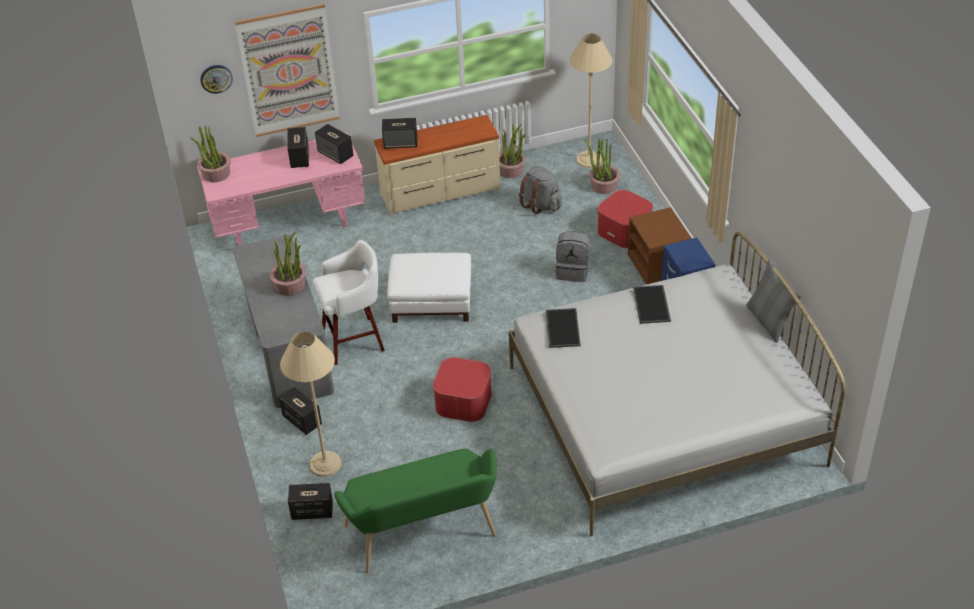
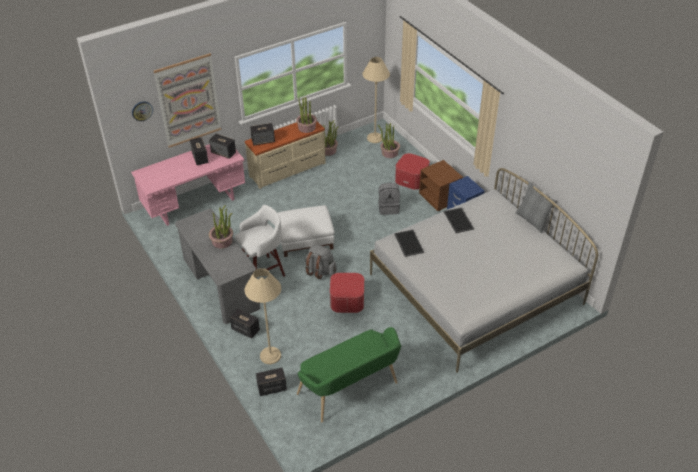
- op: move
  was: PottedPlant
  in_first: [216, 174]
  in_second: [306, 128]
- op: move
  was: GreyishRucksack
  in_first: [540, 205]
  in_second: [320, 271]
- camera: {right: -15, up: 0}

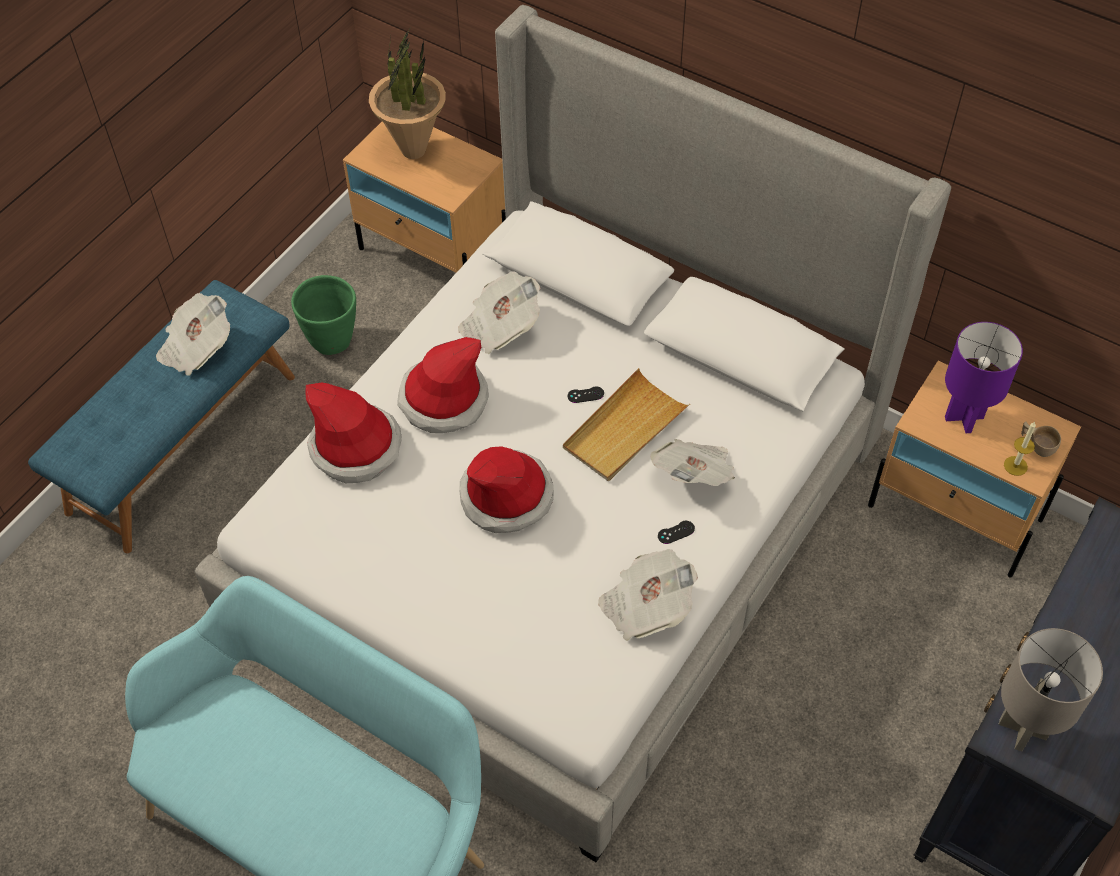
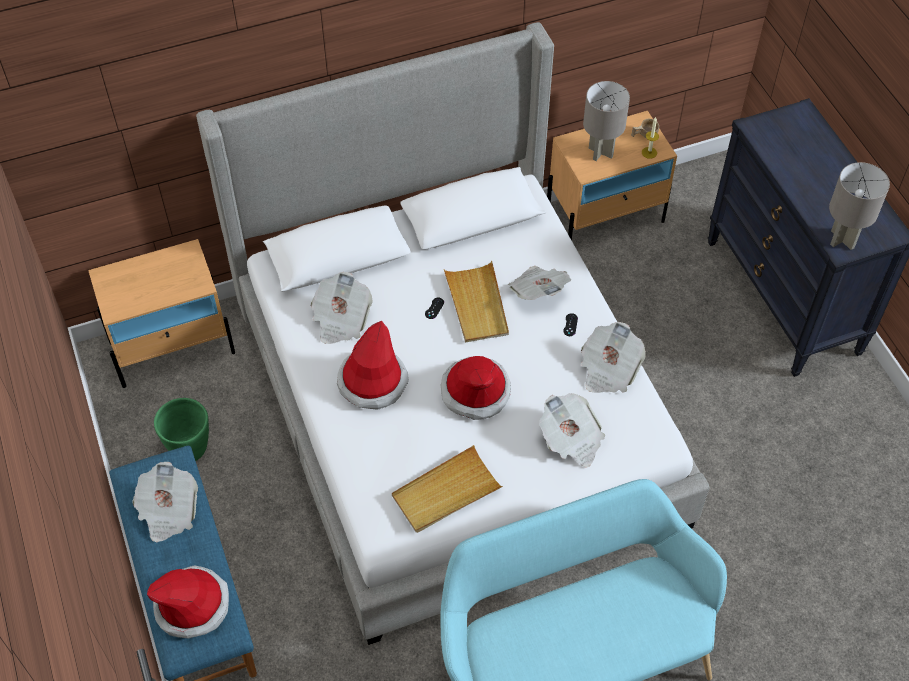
- op: move
  was: ClothingHat
  in_first: [356, 447]
  in_second: [192, 605]
- op: insert
  now: BeigeCarryingTray
  in_second: [446, 492]
- op: insert
  now: Newspaper
  in_second: [571, 440]
- op: recolor
  was: PurplishTabletopLamp
  now: GreyishTabletopLamp
  in_first: [964, 417]
  in_second: [600, 152]
- op: delete
  was: PottedPlant
  in_first: [413, 150]
- camera: {right: -55, up: 0}

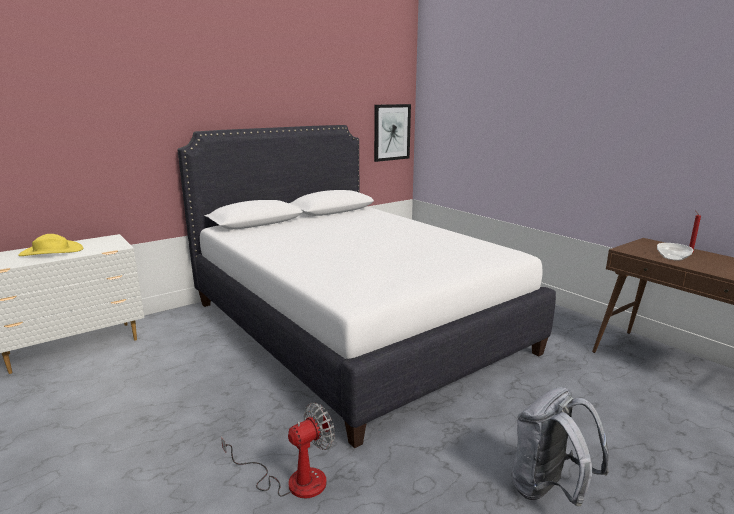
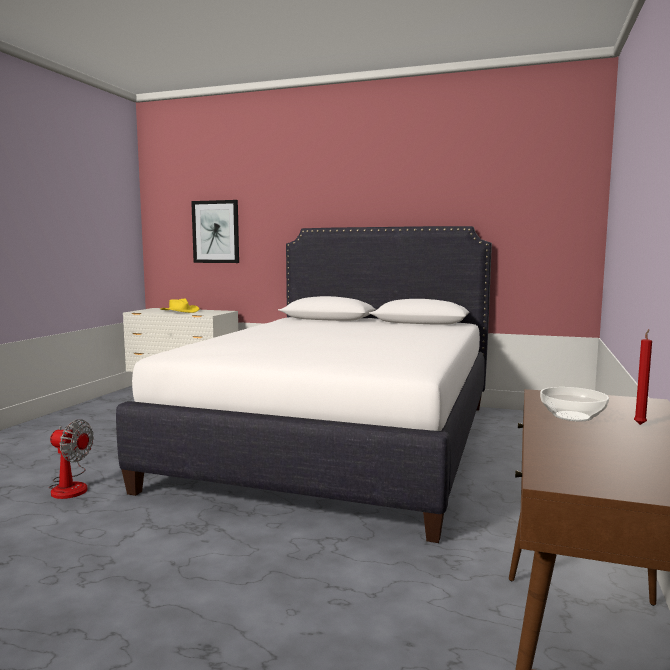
- op: move
  was: WallPicture
  in_first: [391, 132]
  in_second: [216, 232]
- op: delete
  was: GreyishRucksack
  in_first: [549, 490]
- camera: {right: 55, up: -10}

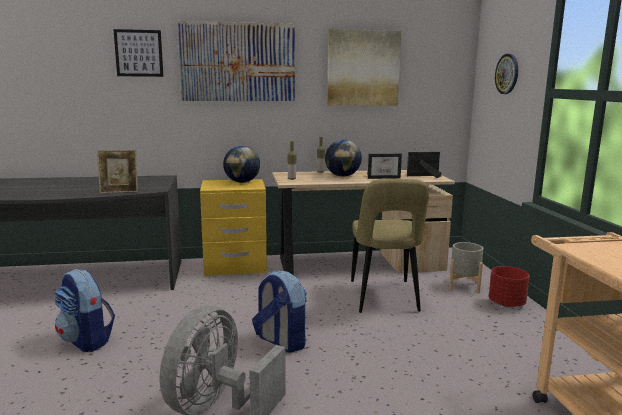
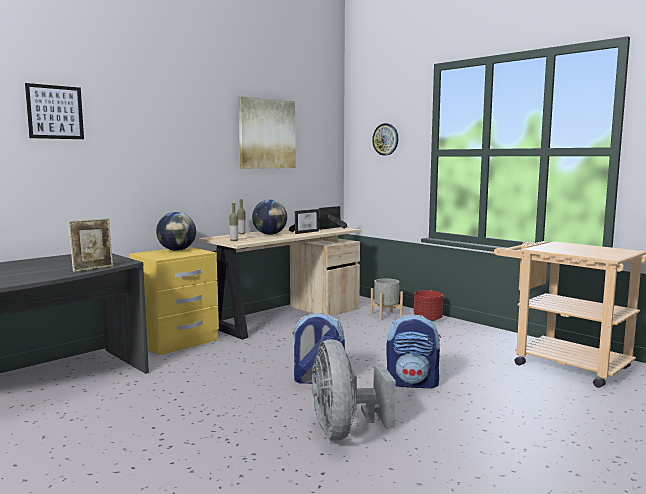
- op: move
  was: Rucksack
  in_first: [86, 341]
  in_second: [412, 383]
- op: delete
  was: WallPicture
  in_first: [238, 62]
- op: delete
  was: BeigePlainChair
  in_first: [384, 298]
- camera: {right: -35, up: -5}

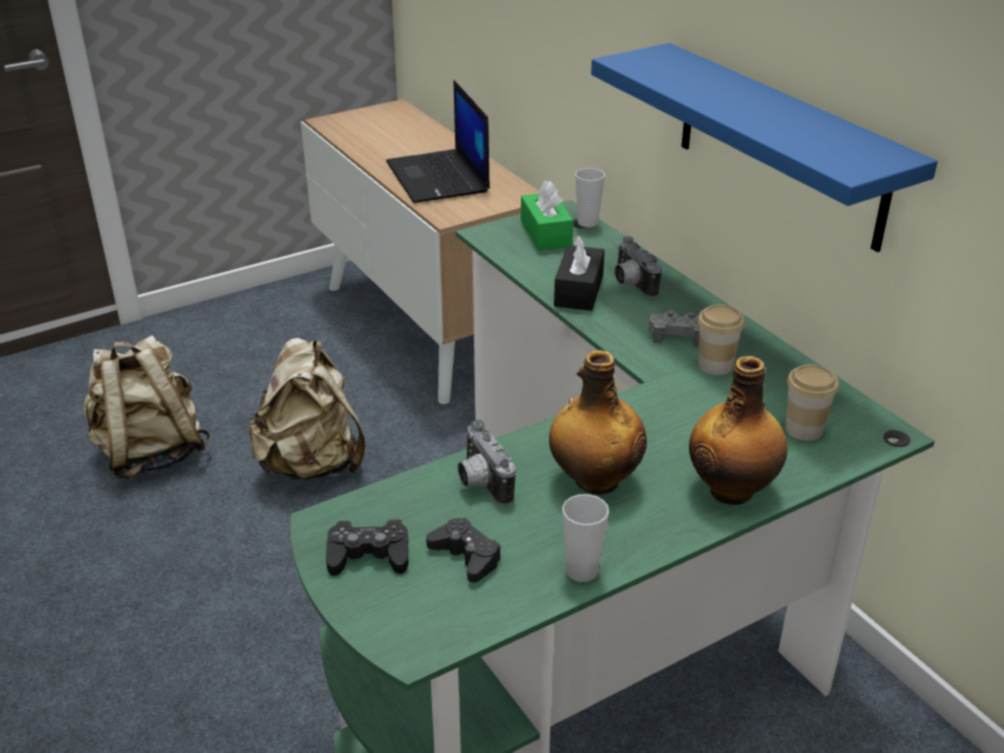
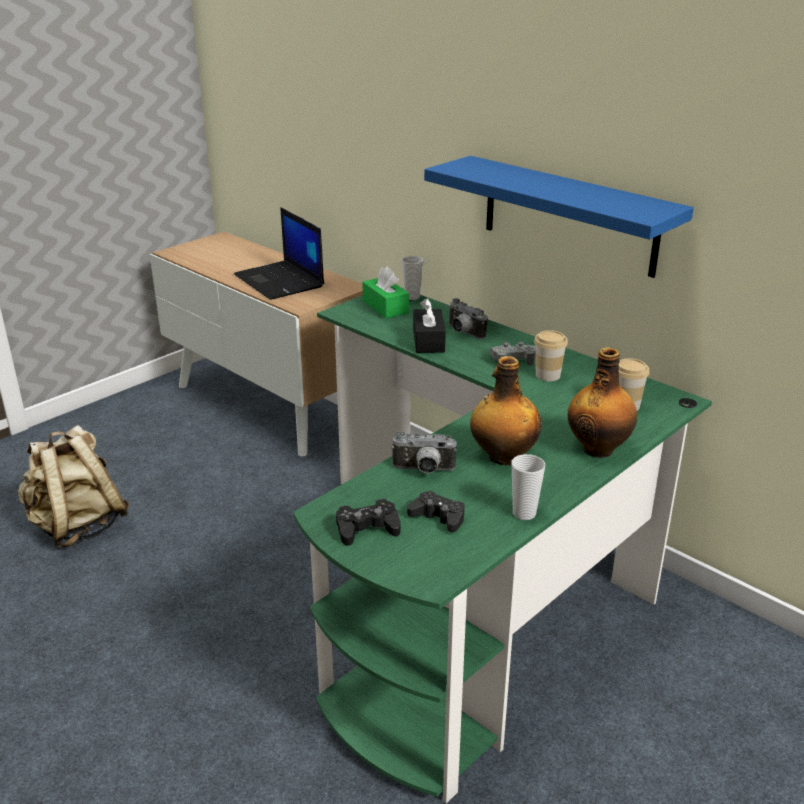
- op: rotate
  was: PhotoCamera
  in_first: [480, 483]
  in_second: [423, 470]
  clockwise: -45
- op: delete
  was: BeigeRucksack
  in_first: [312, 464]
- camera: {right: -15, up: -5}

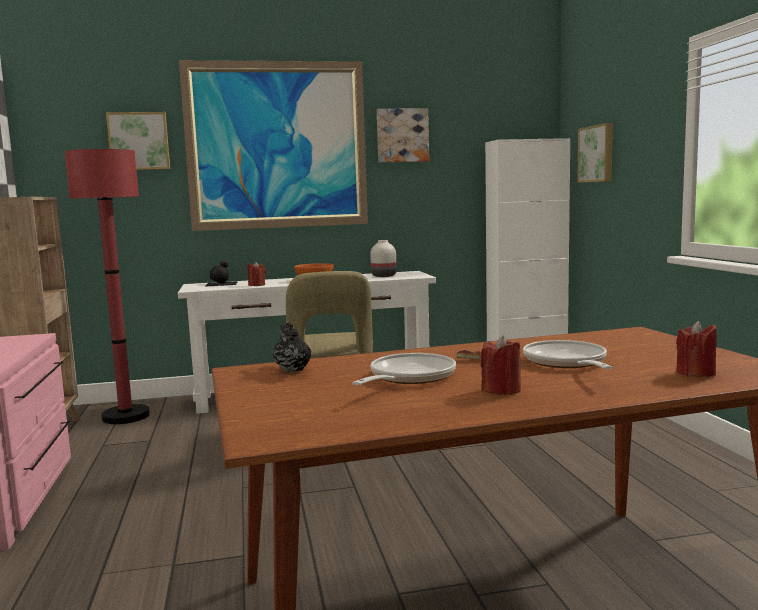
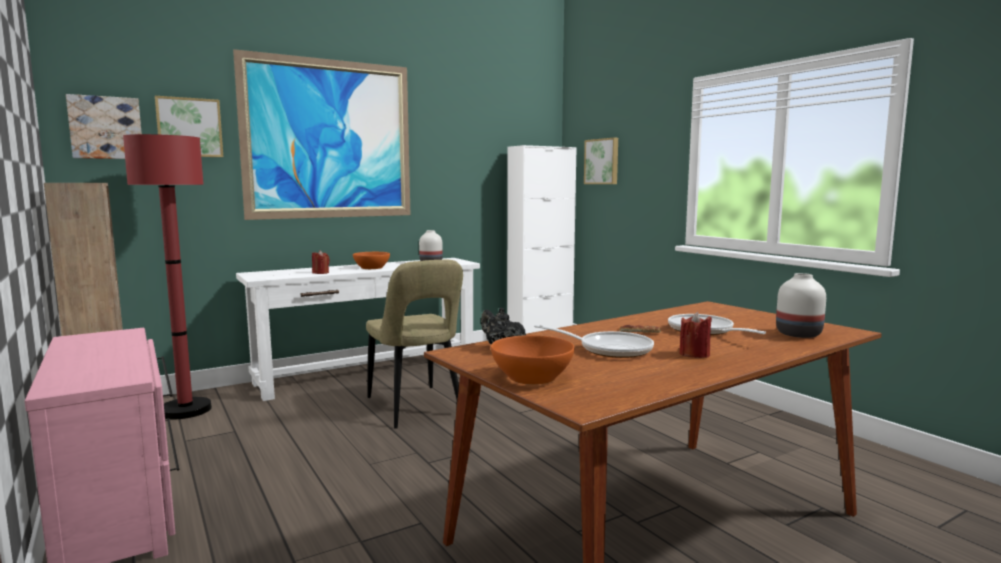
- op: move
  was: WallPicture
  in_first: [402, 135]
  in_second: [106, 128]
- op: insert
  now: OrangeColouredBowl
  in_second: [532, 377]
- op: rotate
  was: FryingPan
  in_first: [408, 378]
  in_second: [609, 349]
  clockwise: 105
- op: replace
  was: RedCandle
  now: WhiteColouredFlowerVase
  in_first: [695, 373]
  in_second: [798, 334]
- op: delete
  was: BlackBottle
  in_first: [222, 283]
- camera: {right: -20, up: 0}

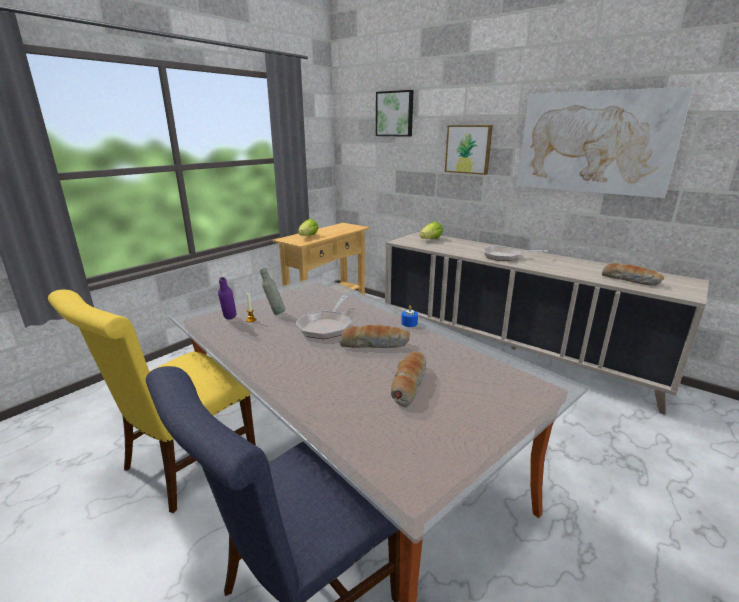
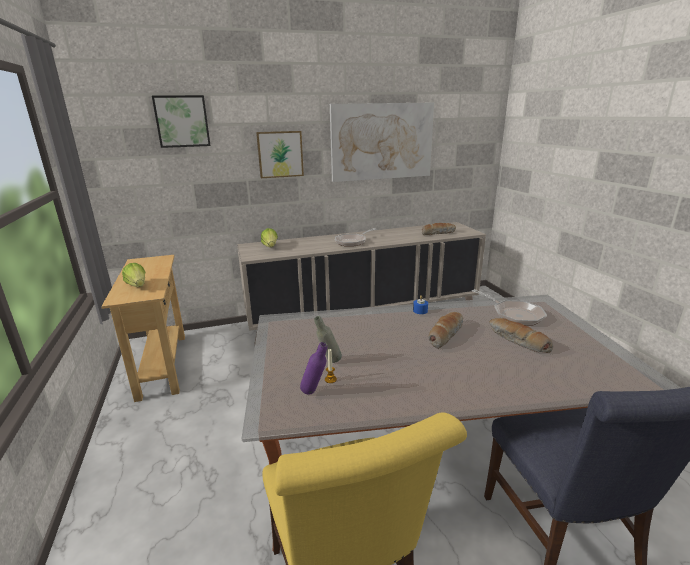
- op: move
  was: FryingPan
  in_first: [326, 326]
  in_second: [514, 314]
- camera: {right: -55, up: 0}

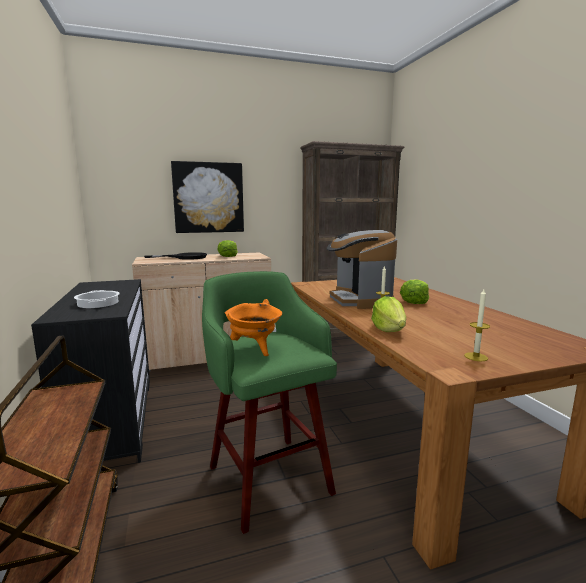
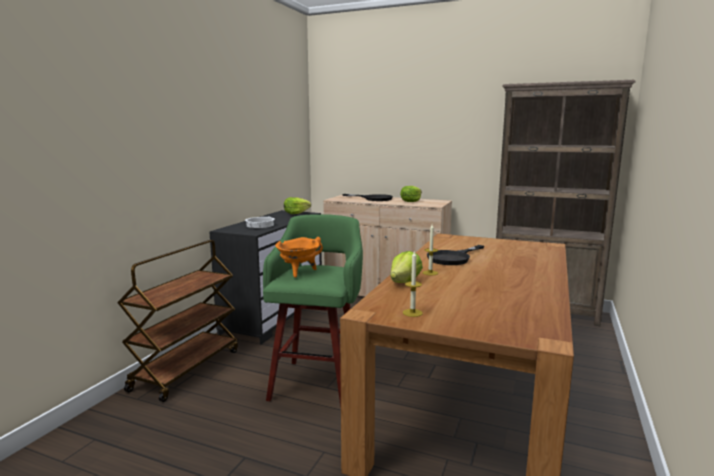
- op: move
  was: Lettuce
  in_first: [414, 301]
  in_second: [296, 213]
- op: replace
  was: CoffeeBrewer
  now: BlackFryingPan
  in_first: [360, 300]
  in_second: [453, 258]
- op: delete
  was: WallPicture
  in_first: [208, 198]
- camera: {right: 40, up: 0}

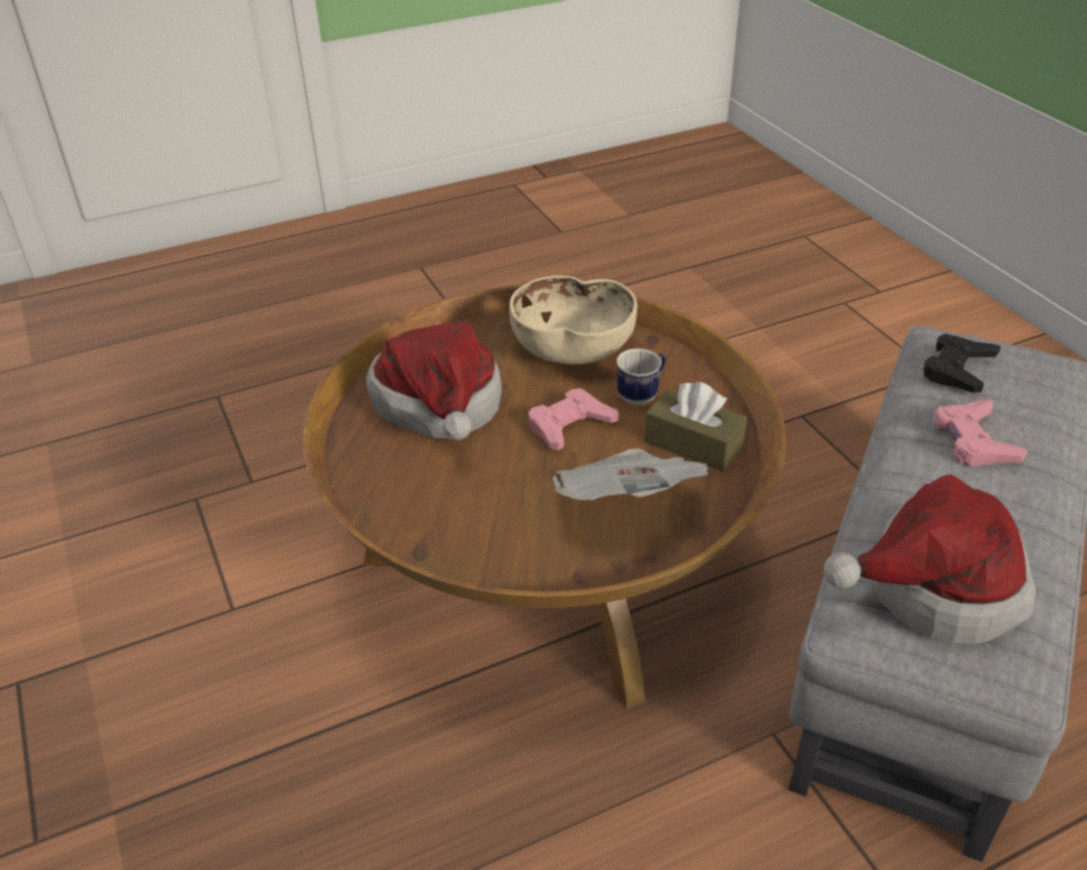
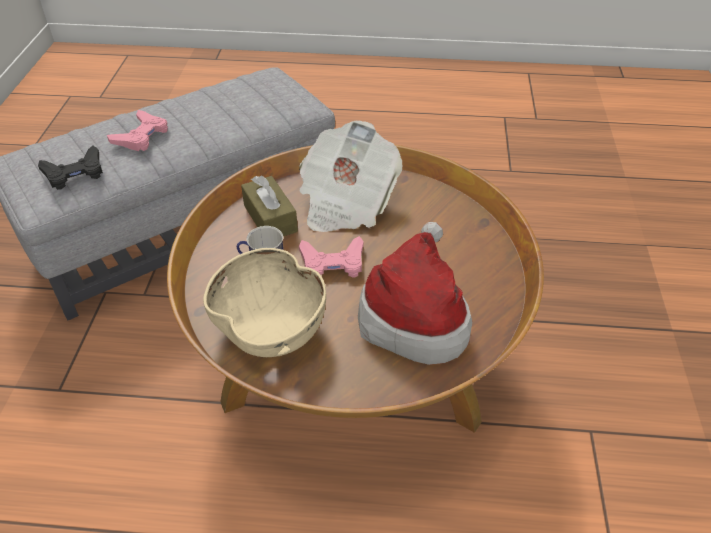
- op: delete
  was: ClothingHat
  in_first: [933, 587]
- camera: {right: -150, up: 5}

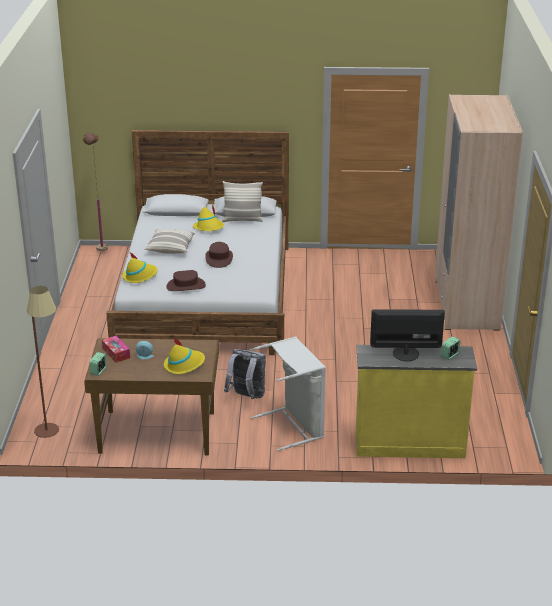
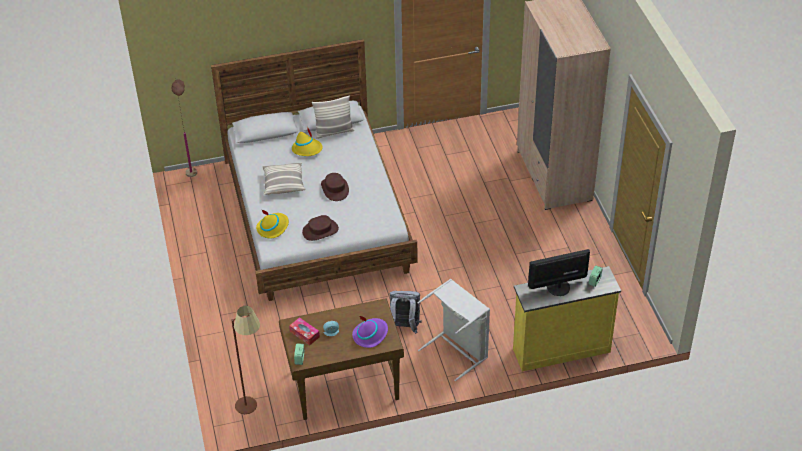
- op: recolor
  was: YellowColouredClothingHat
  now: PurplishClothingHat
  in_first: [184, 365]
  in_second: [370, 334]
- camera: {right: -15, up: 15}

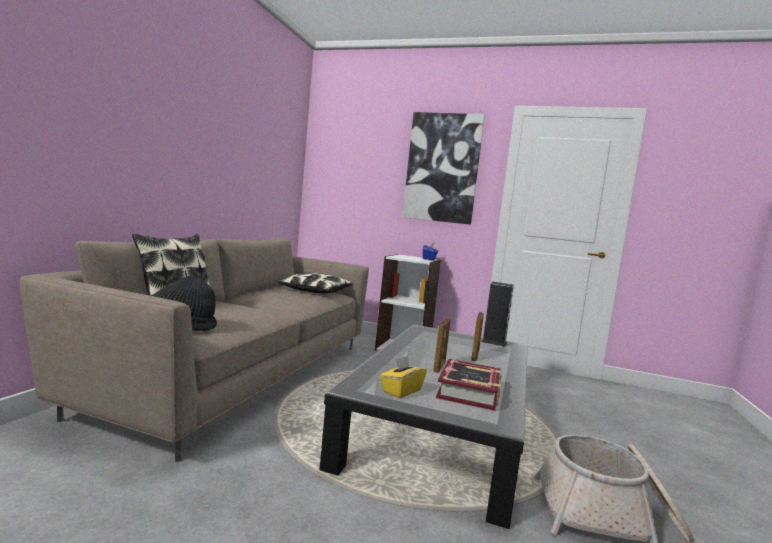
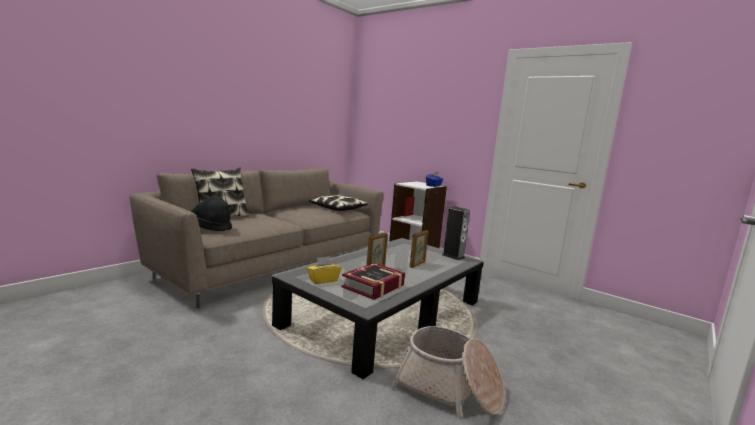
- op: delete
  was: WallPicture
  in_first: [442, 168]
- camera: {right: 20, up: 5}

